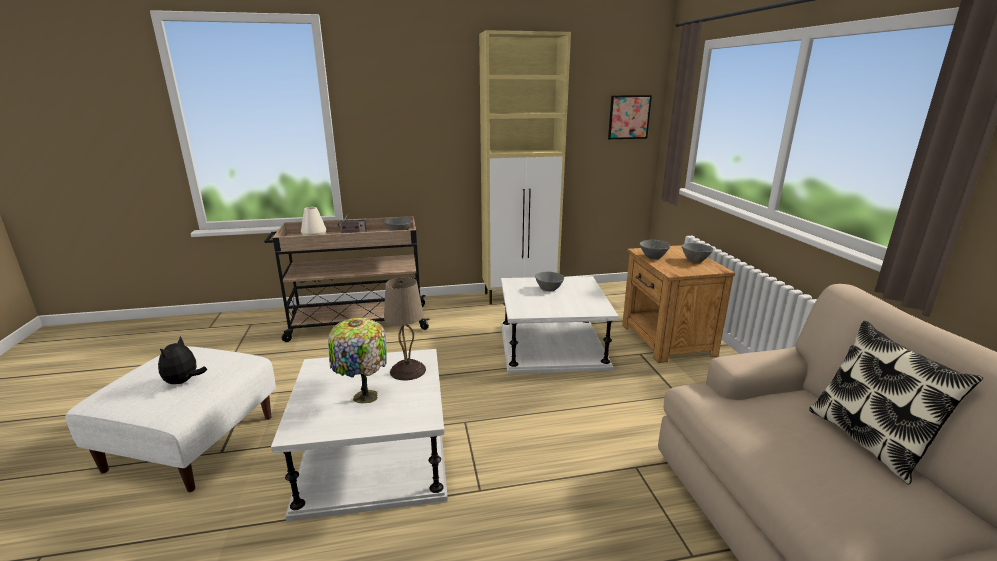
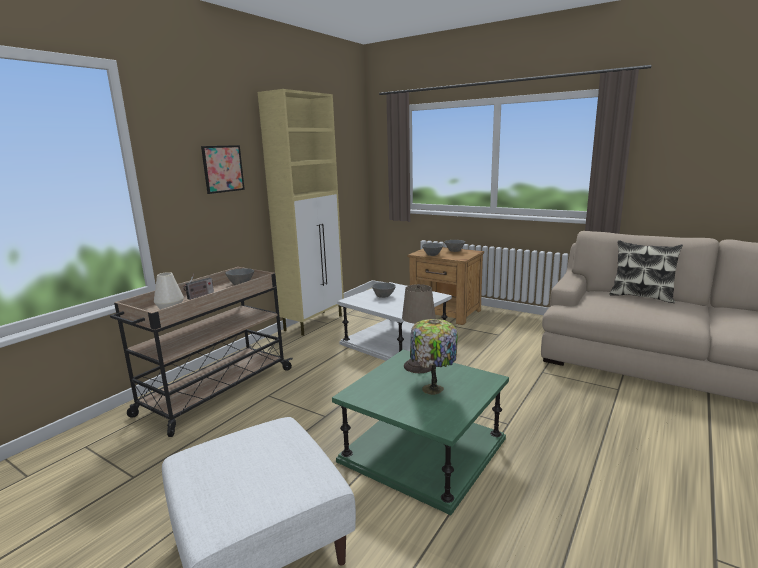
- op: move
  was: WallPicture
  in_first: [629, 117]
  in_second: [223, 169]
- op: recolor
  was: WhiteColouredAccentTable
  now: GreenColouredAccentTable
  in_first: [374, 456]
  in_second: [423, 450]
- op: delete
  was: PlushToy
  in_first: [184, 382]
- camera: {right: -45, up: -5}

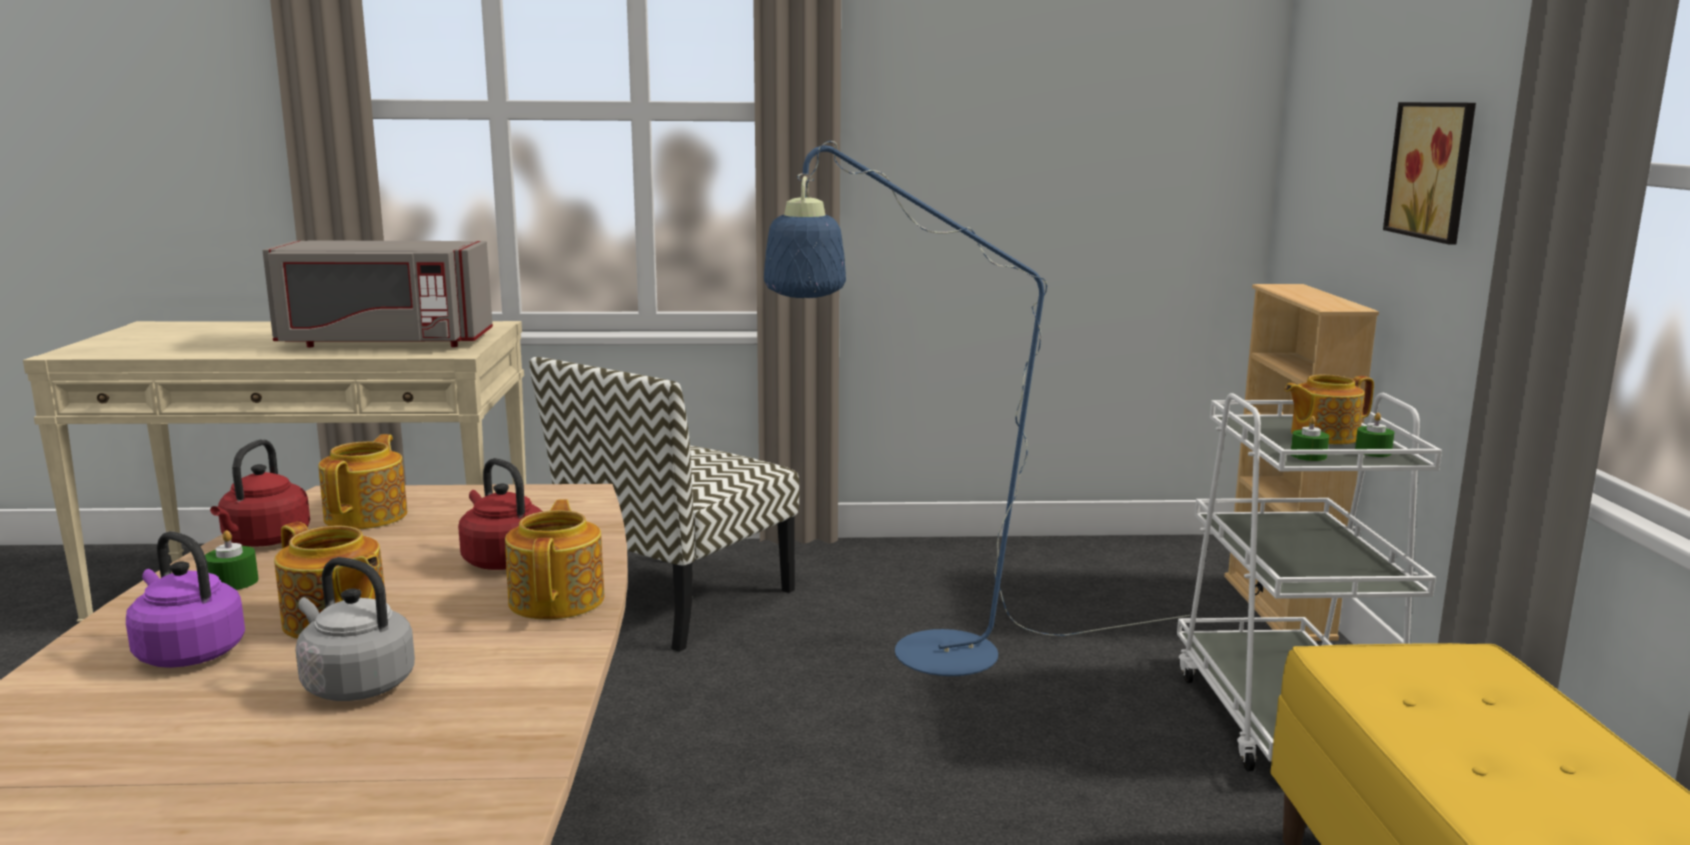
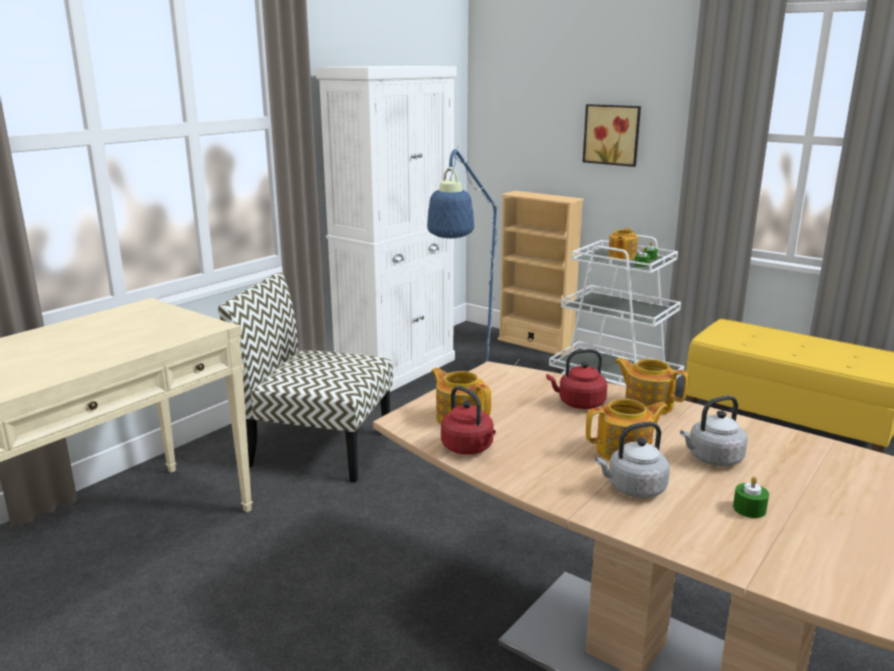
- op: rotate
  was: PlainChair
  in_first: [676, 601]
  in_second: [317, 449]
  clockwise: 120
- op: insert
  now: WhiteColouredCabinet
  in_second: [396, 370]
- op: recolor
  was: PurplishKettle
  now: GreyishKettle
  in_first: [187, 653]
  in_second: [633, 489]
- op: move
  was: GreenColouredCandle
  in_first: [233, 582]
  in_second: [749, 509]
- op: delete
  was: GreyishMicrowaveOven
  in_first: [384, 343]
- camera: {right: -50, up: 5}

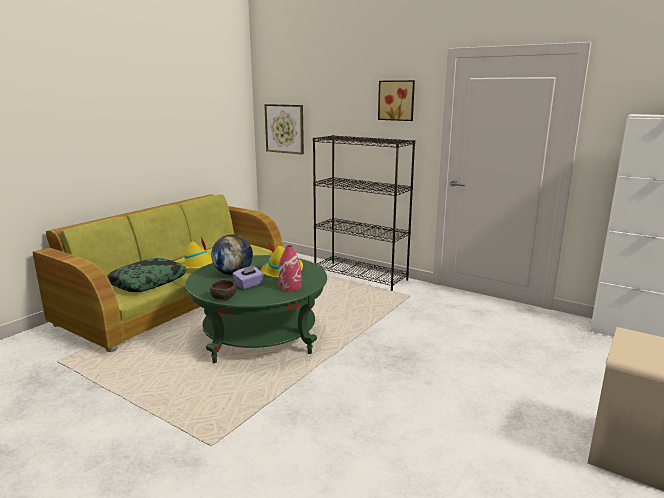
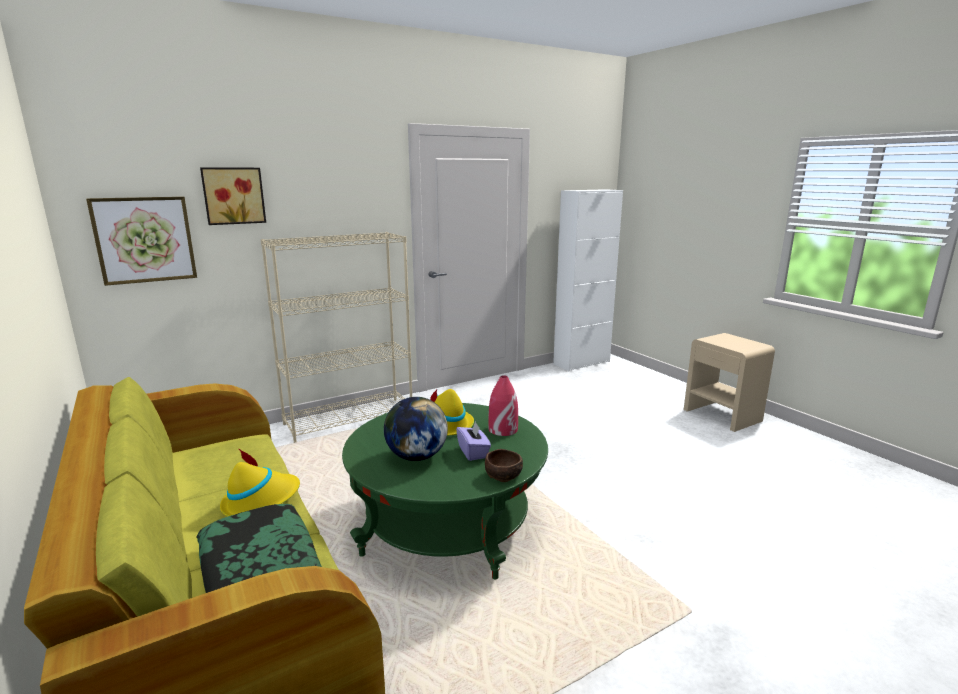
- op: move
  was: WallPicture
  in_first: [397, 100]
  in_second: [233, 195]
- op: recolor
  was: BlackBookcase
  now: BeigeBookcase
  in_first: [361, 276]
  in_second: [350, 419]
- camera: {right: -65, up: 0}

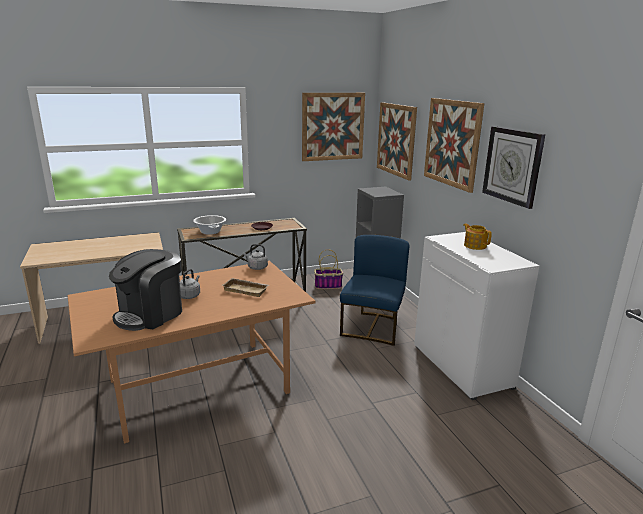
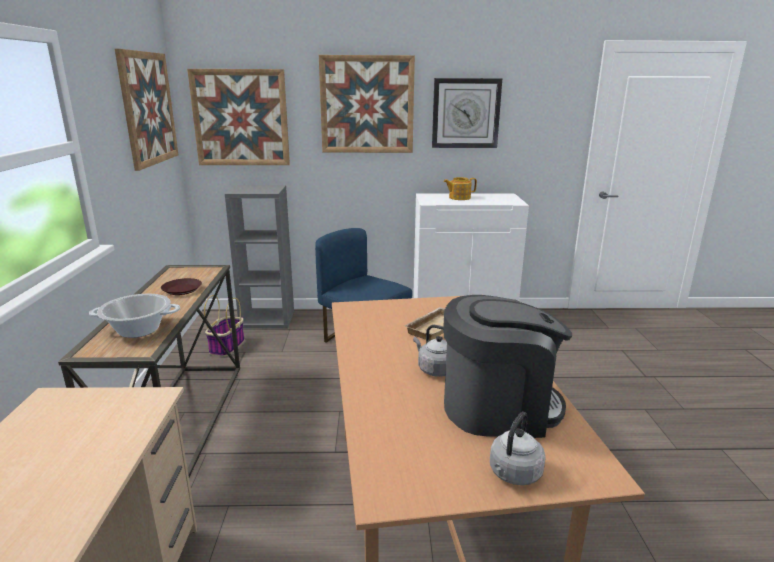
- op: rotate
  was: CoffeeBrewer
  in_first: [150, 314]
  in_second: [498, 407]
  clockwise: -60
- op: move
  was: GreyishKettle
  in_first: [256, 267]
  in_second: [513, 474]
- camera: {right: -70, up: 0}

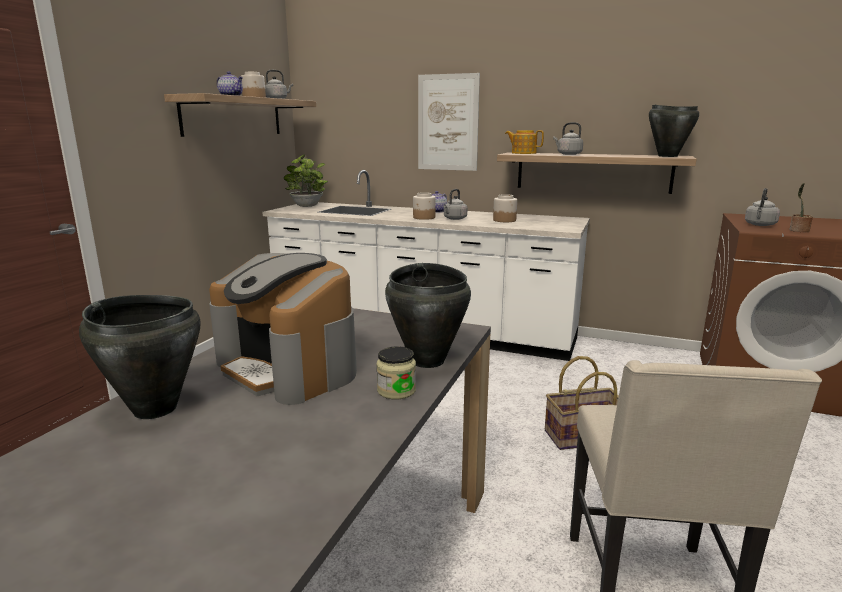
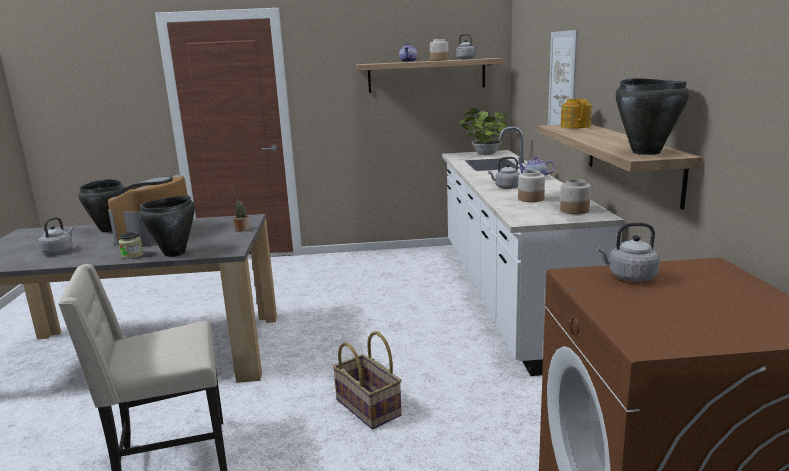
- op: move
  was: GreyishKettle
  in_first: [568, 154]
  in_second: [59, 251]
- op: move
  was: PottedPlant
  in_first: [798, 230]
  in_second: [241, 229]
- op: move
  was: StorageJar
  in_first: [424, 217]
  in_second: [574, 210]
- camera: {right: 65, up: 0}

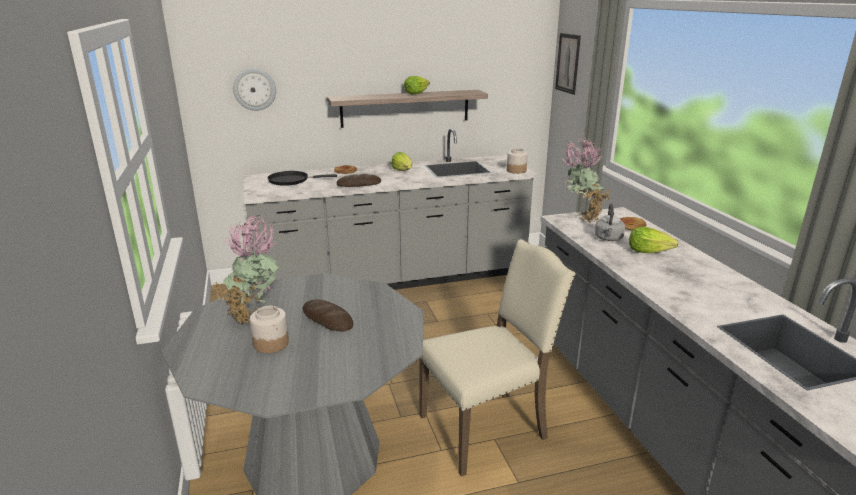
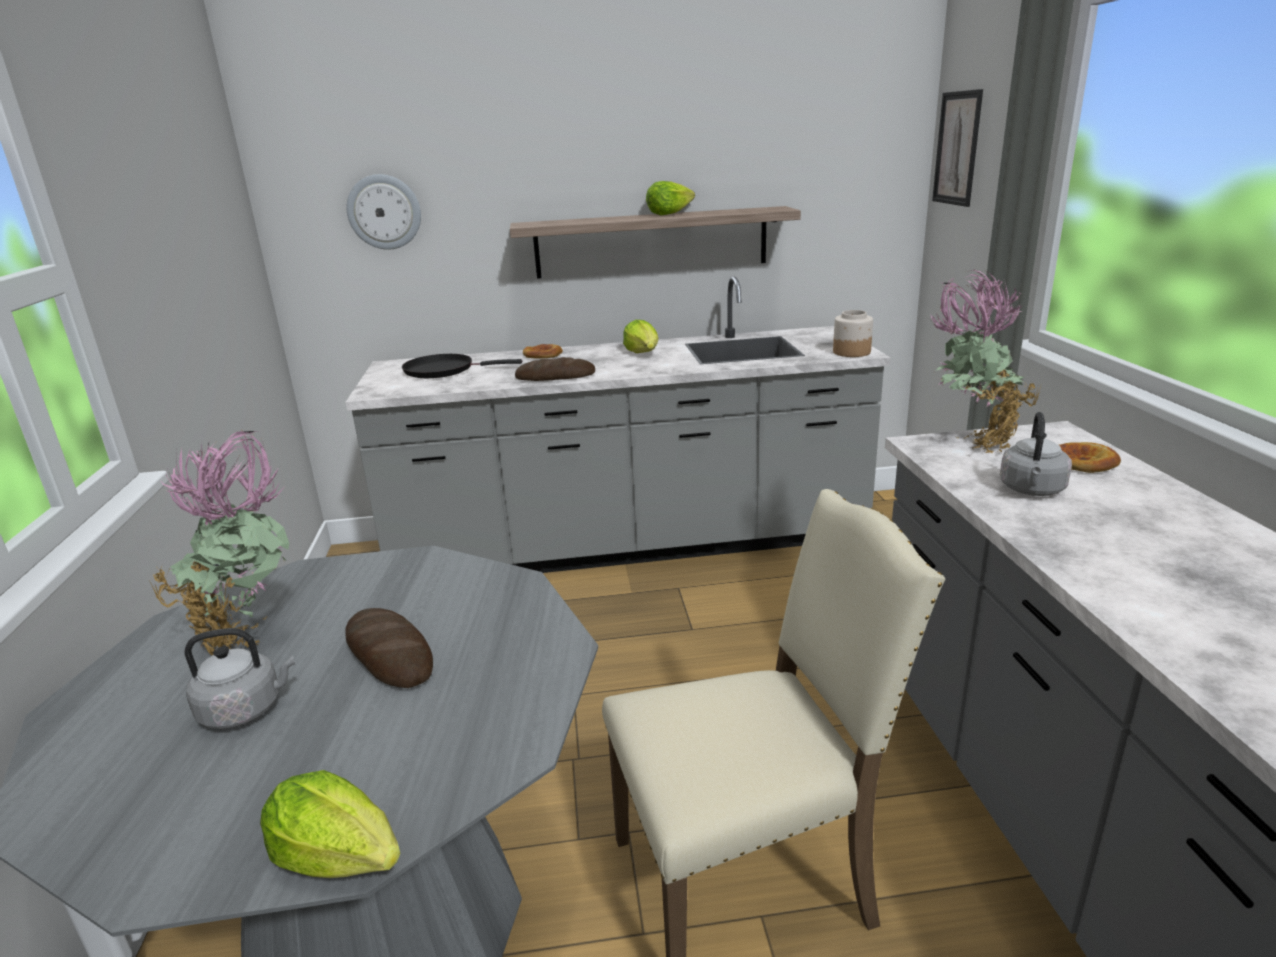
- op: replace
  was: StorageJar
  now: GreyishKettle
  in_first: [271, 343]
  in_second: [246, 709]
- op: move
  was: Lettuce
  in_first: [648, 251]
  in_second: [339, 856]
- camera: {right: 10, up: 0}

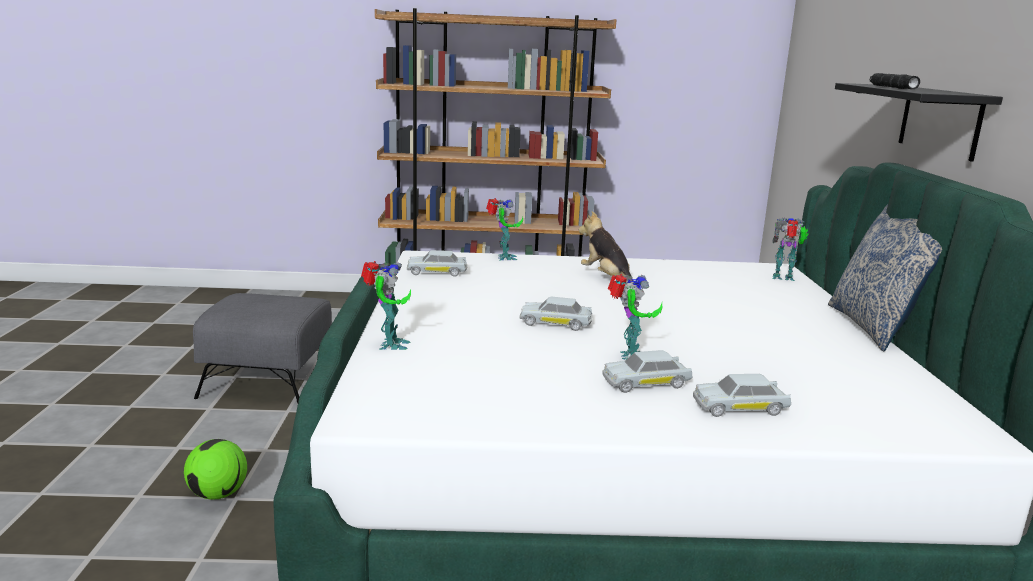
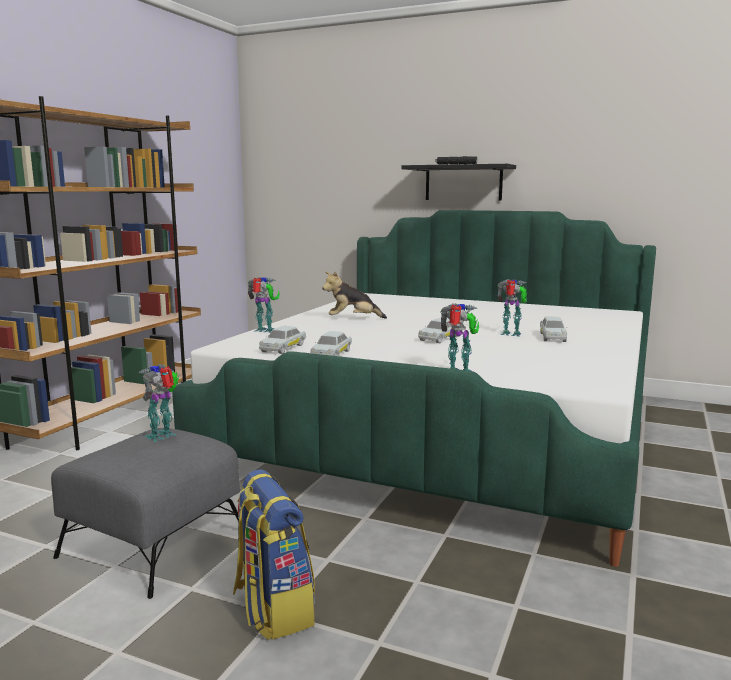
- op: move
  was: ModelRobot
  in_first: [784, 278]
  in_second: [163, 436]
- op: insert
  now: Rucksack
  in_second: [272, 609]
- op: move
  was: WhiteColouredModelCar
  in_first: [740, 408]
  in_second: [331, 354]
- op: delete
  was: FootballBall
  in_first: [218, 494]
- op: delete
  was: Cushion
  in_first: [876, 328]
- camera: {right: -65, up: -5}

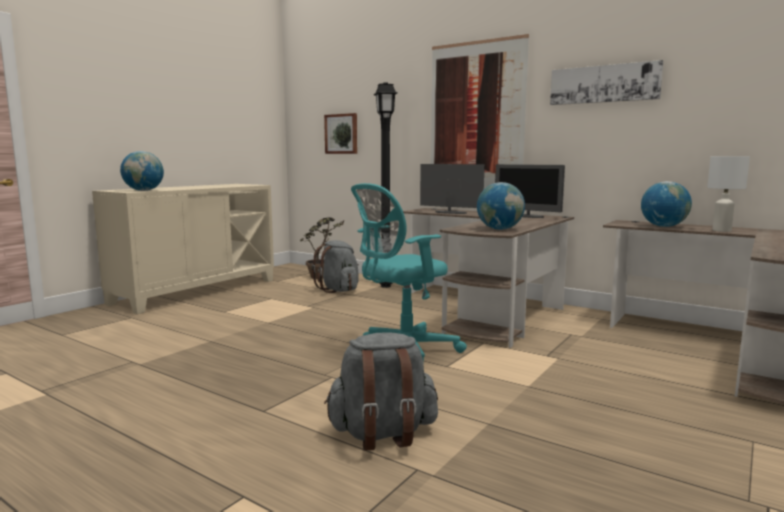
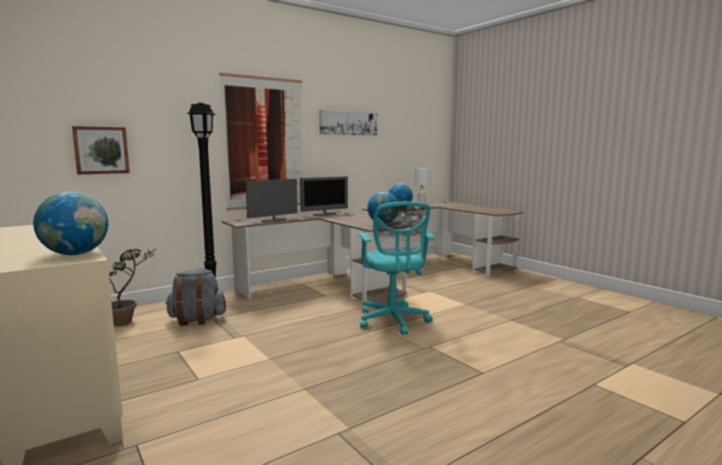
- op: delete
  was: GreyishRucksack
  in_first: [382, 434]
- camera: {right: -70, up: 0}

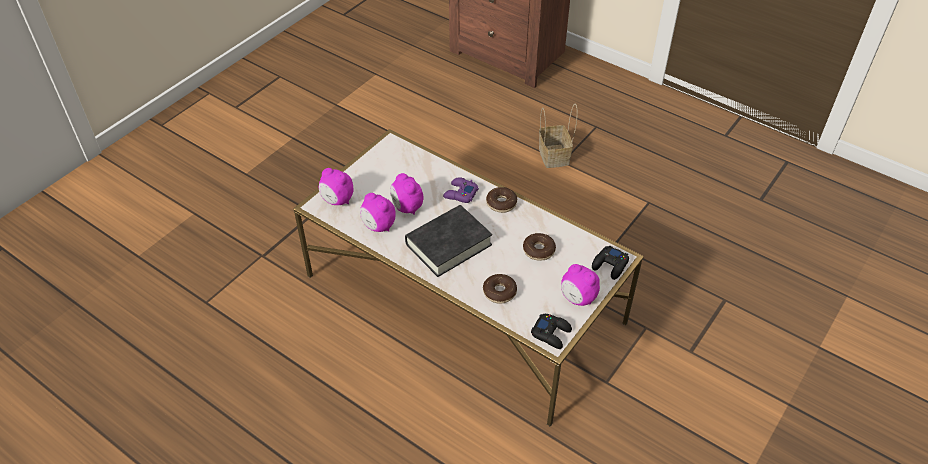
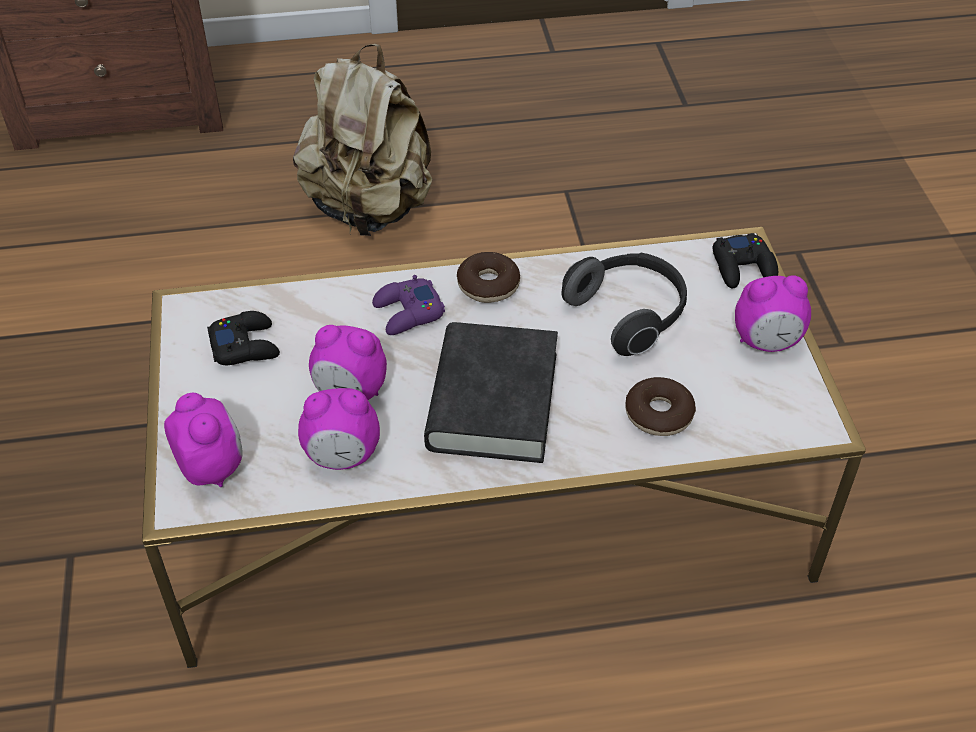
- op: rotate
  was: BedsideClock
  in_first: [337, 200]
  in_second: [212, 467]
  clockwise: -105
- op: move
  was: BlackGamepad
  in_first: [551, 333]
  in_second: [245, 345]
- op: replace
  was: Basket
  now: BeigeRucksack
  in_first: [555, 156]
  in_second: [370, 208]
- op: replace
  was: Doughnut
  now: Headset
  in_first: [538, 250]
  in_second: [629, 314]
- camera: {right: -45, up: 0}

